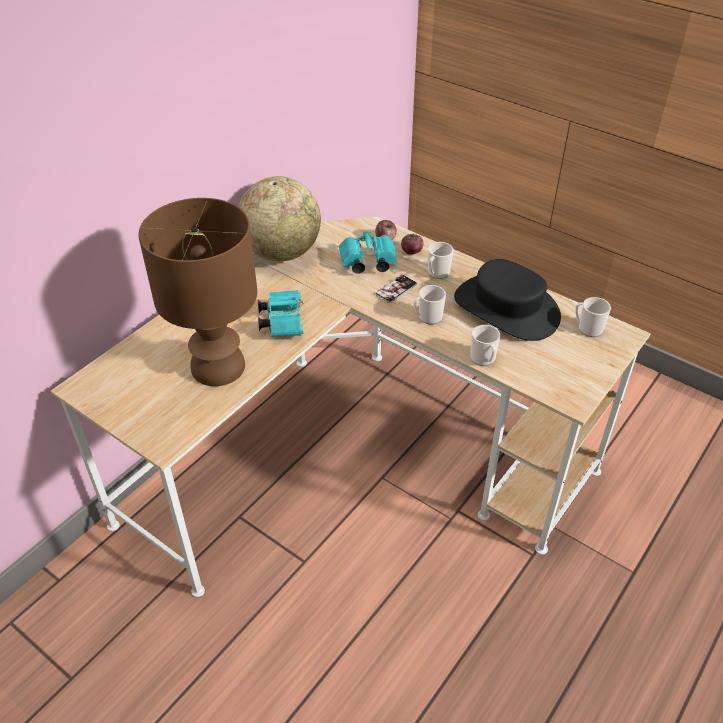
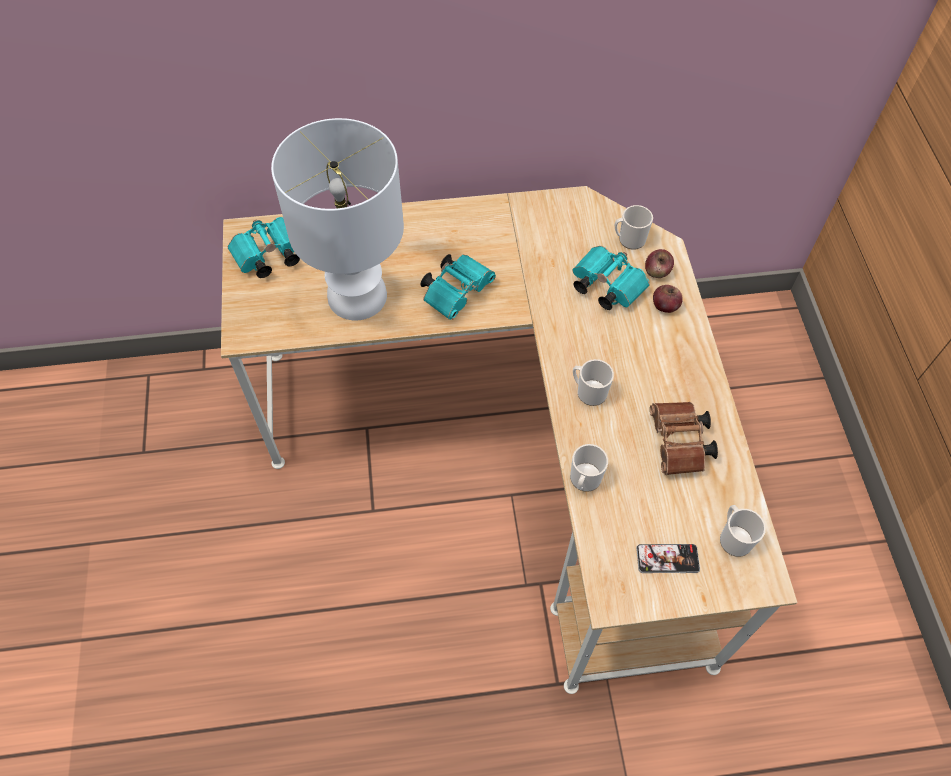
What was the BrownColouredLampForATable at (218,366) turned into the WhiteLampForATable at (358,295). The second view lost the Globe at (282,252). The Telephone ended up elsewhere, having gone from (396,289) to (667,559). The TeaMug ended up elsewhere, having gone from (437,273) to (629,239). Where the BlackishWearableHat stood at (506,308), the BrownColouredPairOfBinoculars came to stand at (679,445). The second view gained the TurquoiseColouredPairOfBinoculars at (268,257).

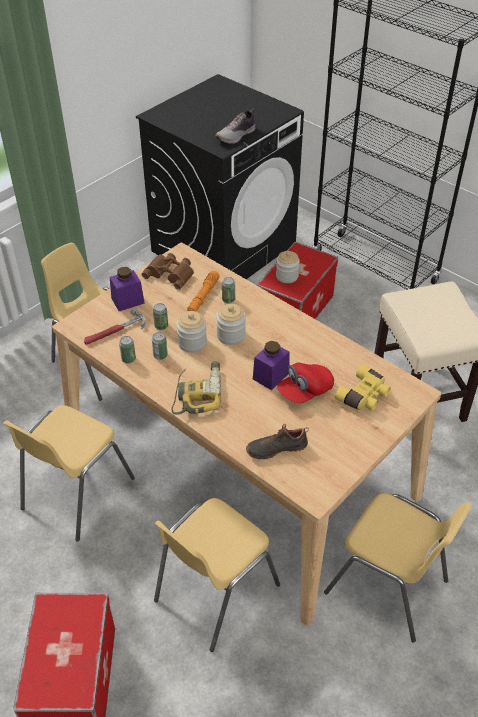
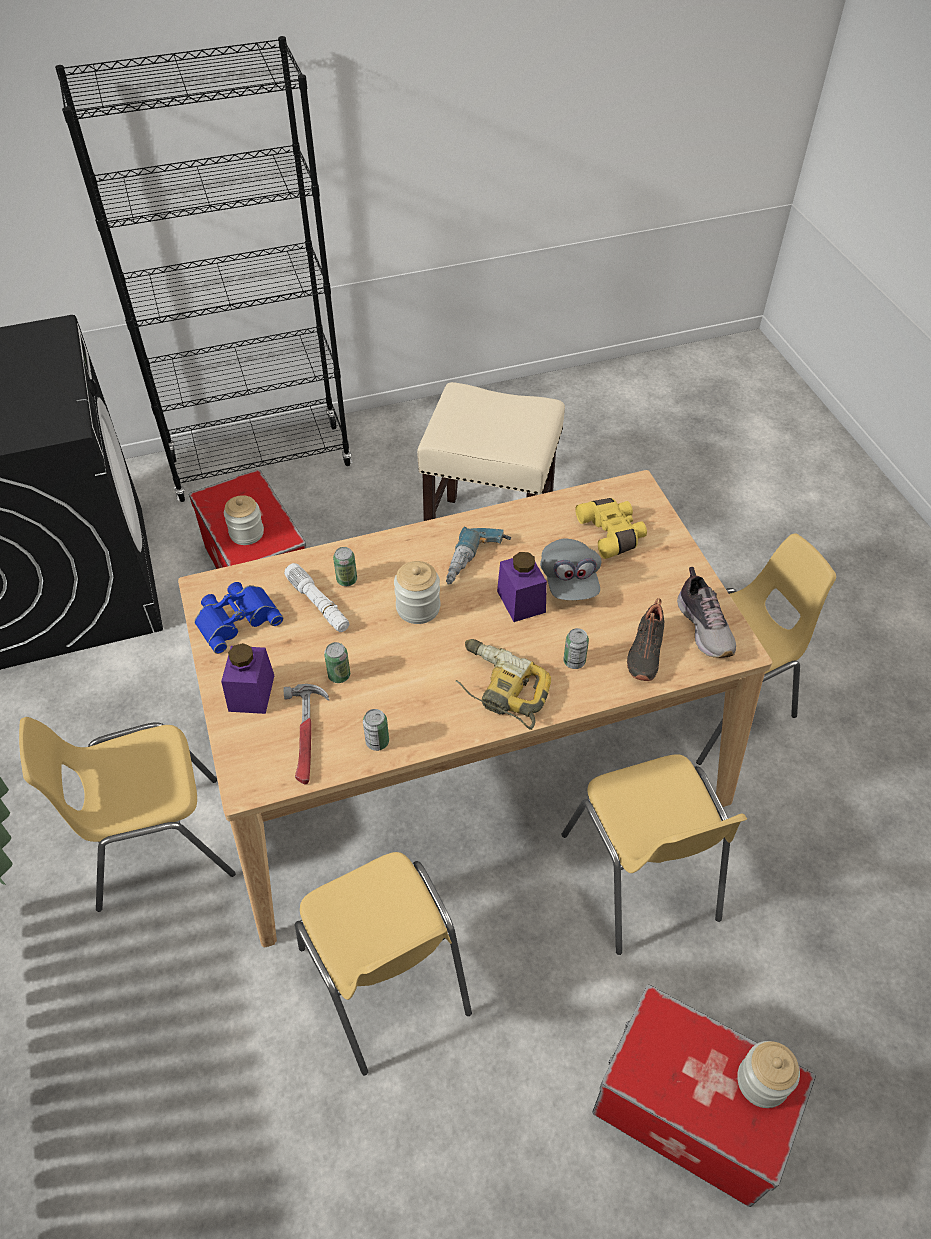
What was the BrownColouredPairOfBinoculars at (170,273) turned into the BlueColouredPairOfBinoculars at (236,618). The SealedCan ended up elsewhere, having gone from (160,355) to (574,661). The StorageJar ended up elsewhere, having gone from (192,343) to (762,1082). What was the OrangeyFlashlight at (203,297) turned into the WhiteFlashlight at (318,604). The LowShoe ended up elsewhere, having gone from (236,135) to (705,627). What was the RedColouredBaseballCap at (305,391) turned into the GreyBaseballCap at (569,581). The second view gained the ElectricDrill at (476,563).

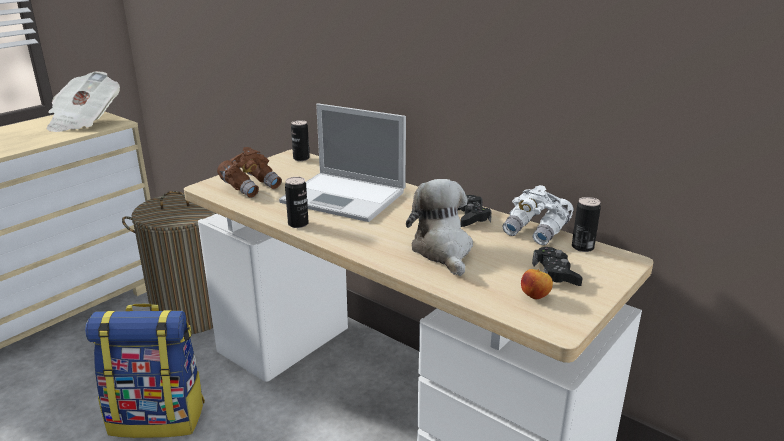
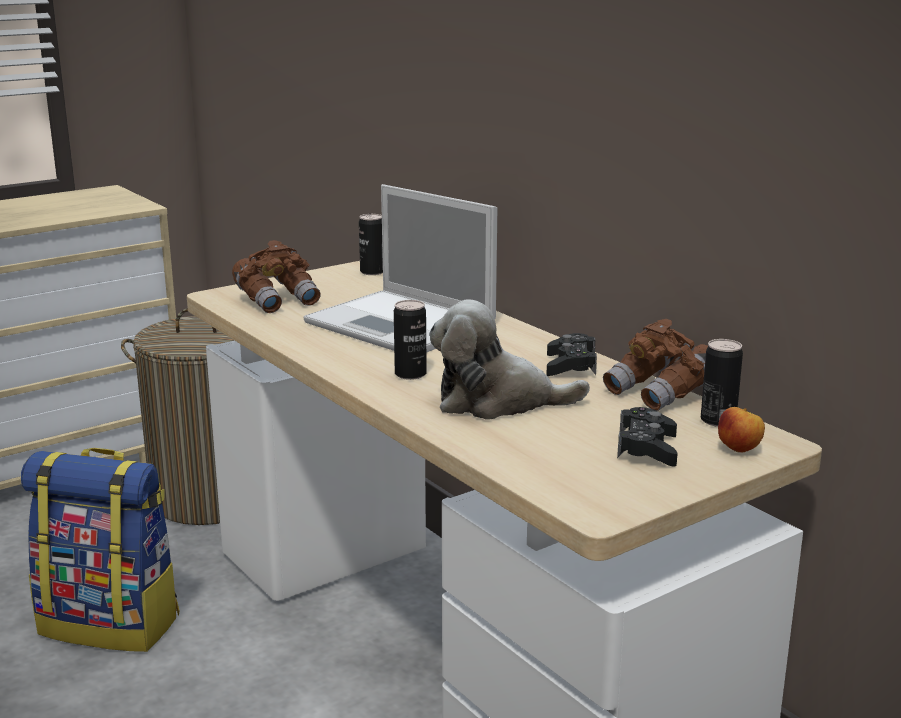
The second view lost the DailyPaper at (84,121). The SealedCan ended up elsewhere, having gone from (298,224) to (410,374). The CuddlyToy at (443,250) ended up facing another way, 90 degrees counterclockwise from before. What was the WhitePairOfBinoculars at (536,231) turned into the BrownColouredPairOfBinoculars at (660,393). The WholeApple ended up elsewhere, having gone from (535,297) to (739,450).

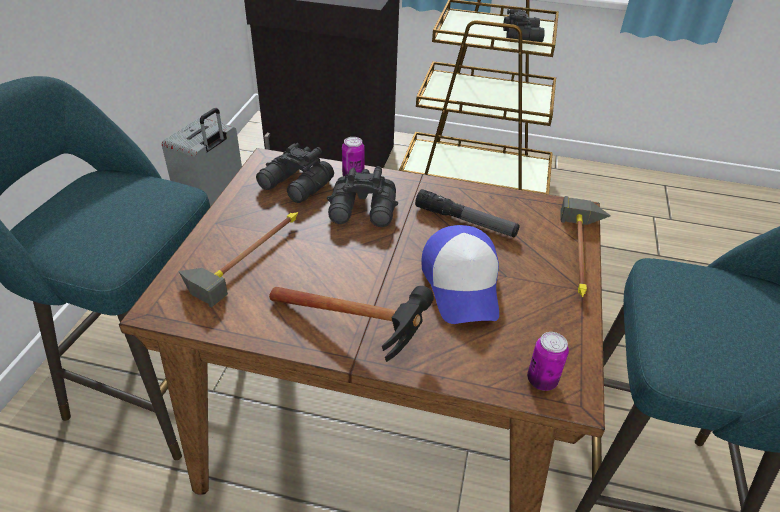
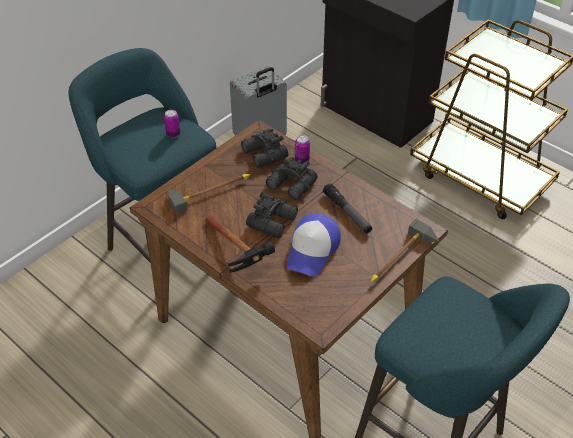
The BlackishPairOfBinoculars ended up elsewhere, having gone from (523,36) to (273,221). The SealedCan ended up elsewhere, having gone from (541,380) to (173,134).

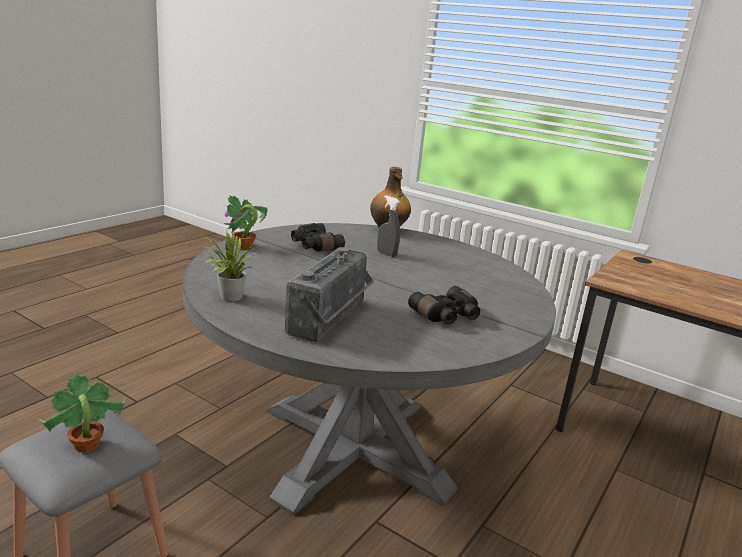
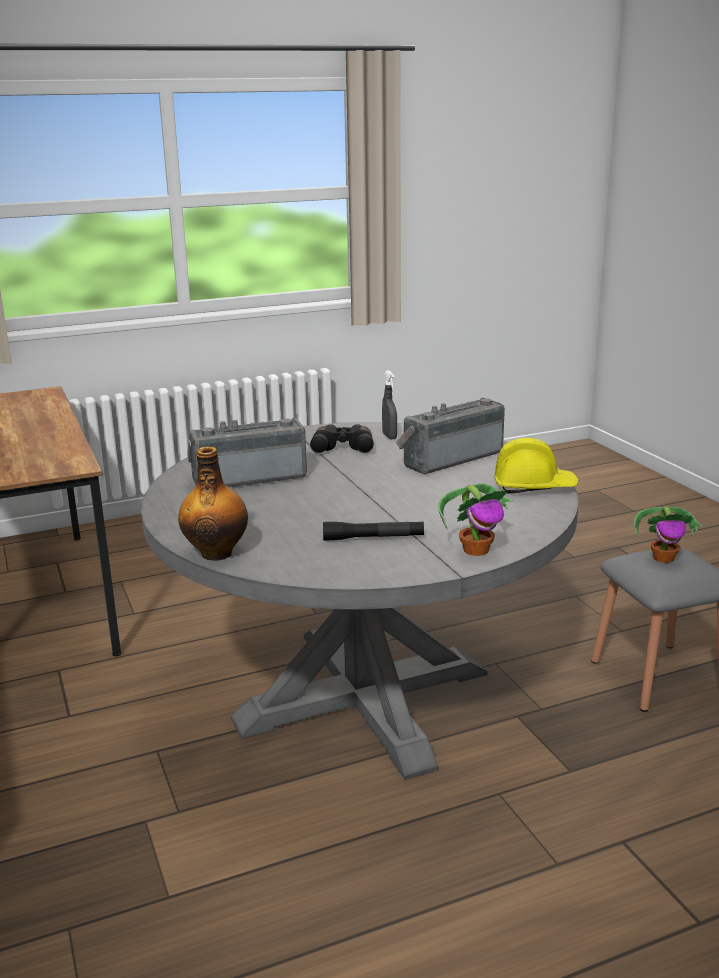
Where the PottedPlant stood at (228,297), the YellowishHardHat came to stand at (534,487). Where the BlackishPairOfBinoculars stood at (314,246), the BlackishFlashlight came to stand at (373,538). The GreySprayBottle ended up elsewhere, having gone from (386,254) to (389,436). The second view gained the Radio at (249,477).

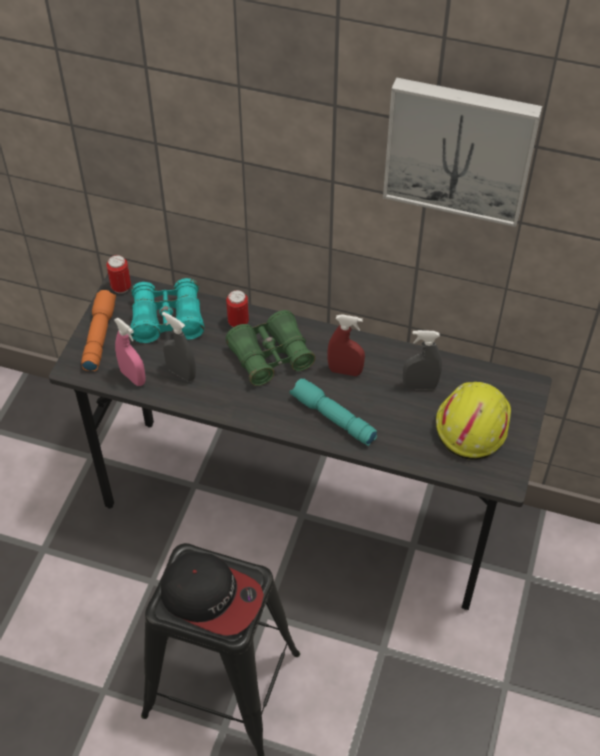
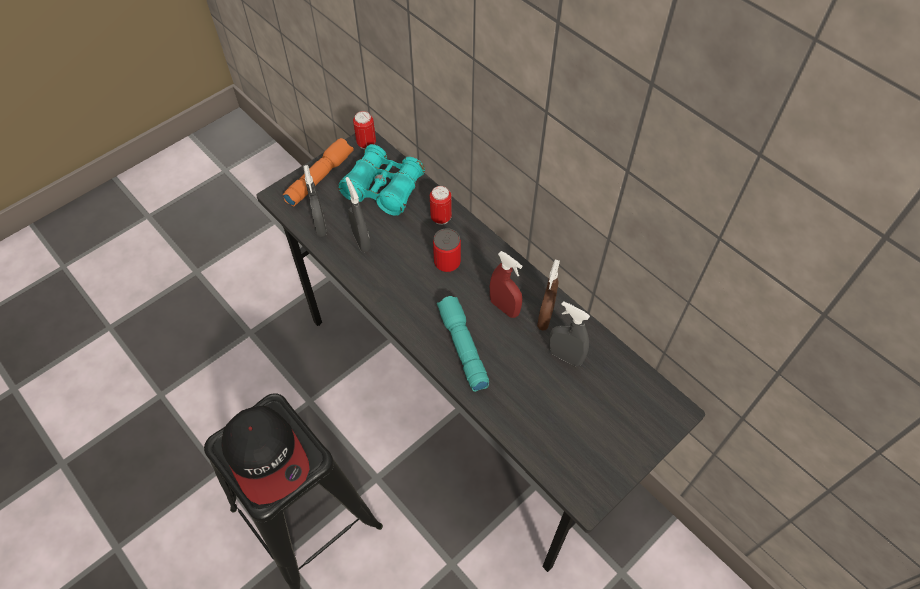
What was the PinkishSprayBottle at (133,377) turned into the GreySprayBottle at (320,226). Where the GreenishPairOfBinoculars stood at (271,357), the SealedCan came to stand at (447,262). The second view lost the WallArt at (460,149). The second view lost the YellowishHardHat at (471,424). The second view gained the BrownColouredSprayBottle at (545,317).

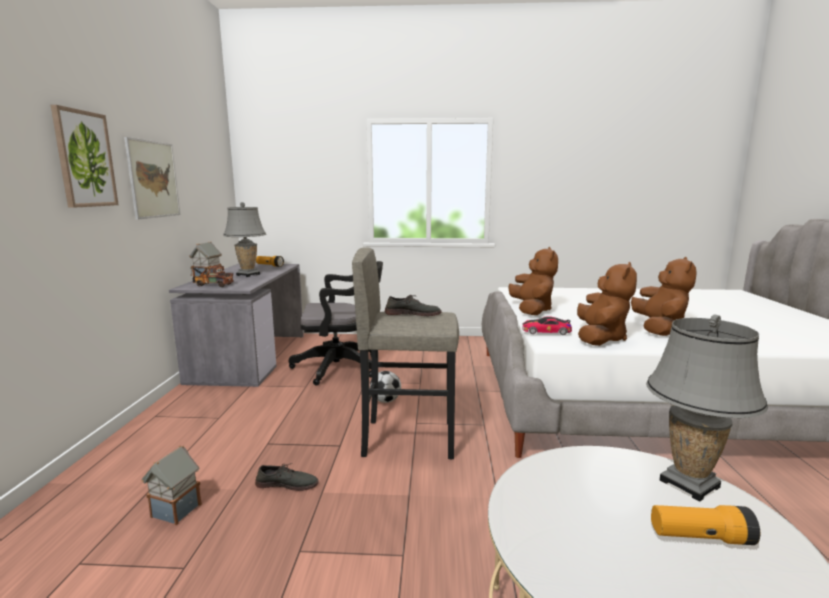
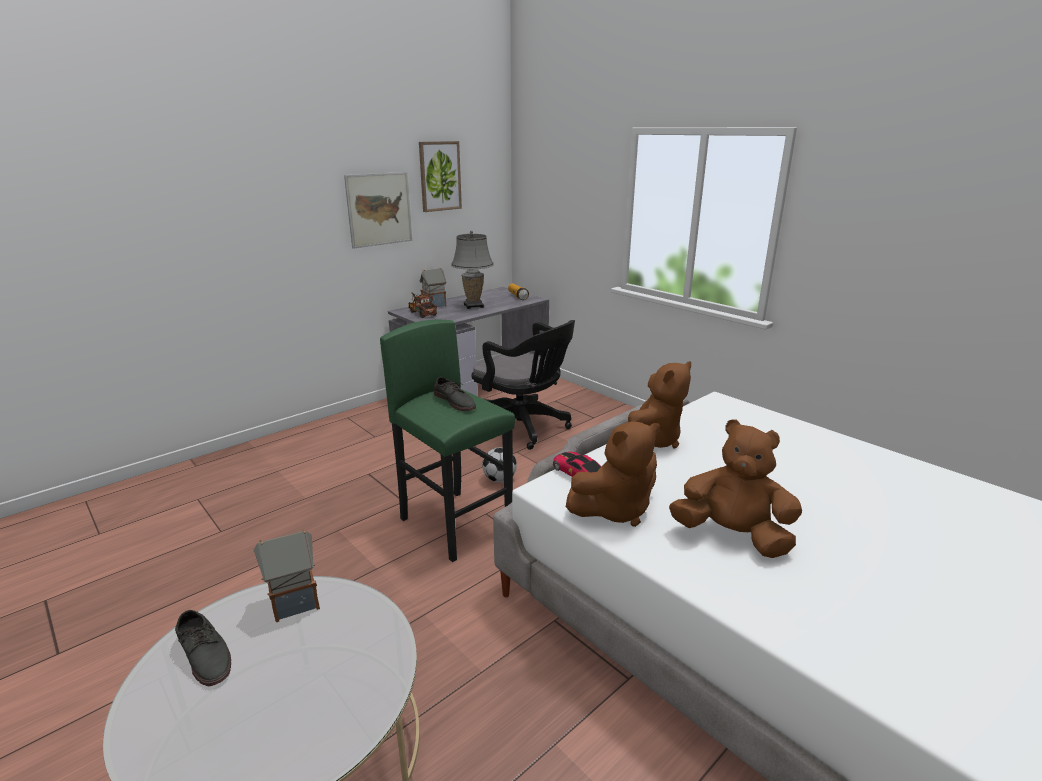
The WallArt ended up elsewhere, having gone from (84,159) to (440,176). The ModelHouse ended up elsewhere, having gone from (175,511) to (293,602). The GreyLowShoe ended up elsewhere, having gone from (287,484) to (206,654). What was the GreySittingStool at (409,438) turned into the GreenishSittingStool at (456,524). The BrownColouredCuddlyToy at (659,329) ended up facing another way, 120 degrees counterclockwise from before. The second view lost the GreyLampForATable at (689,483). The second view lost the Flashlight at (700,537).

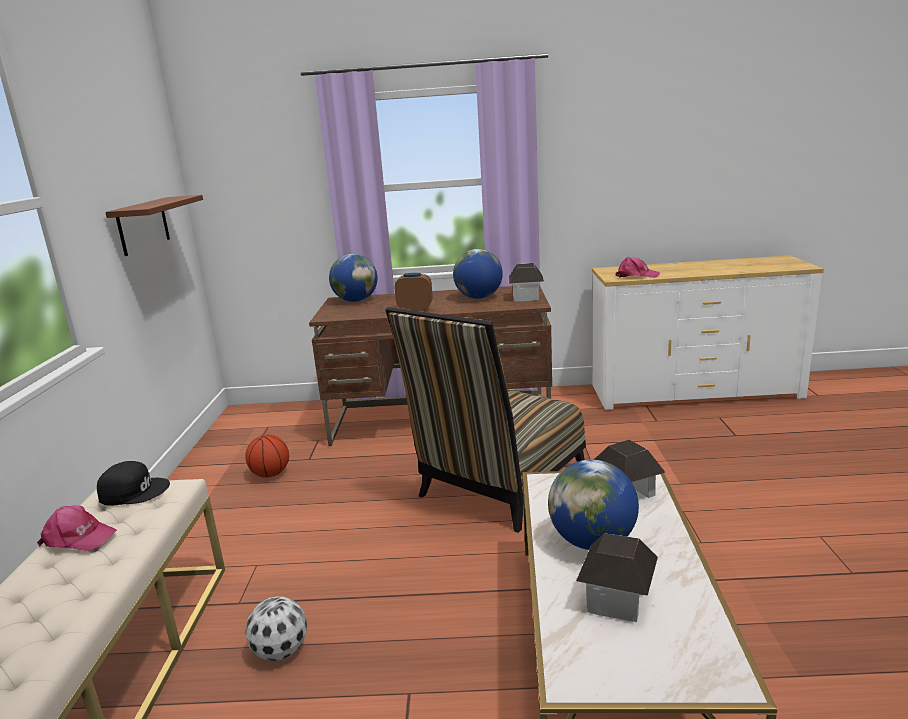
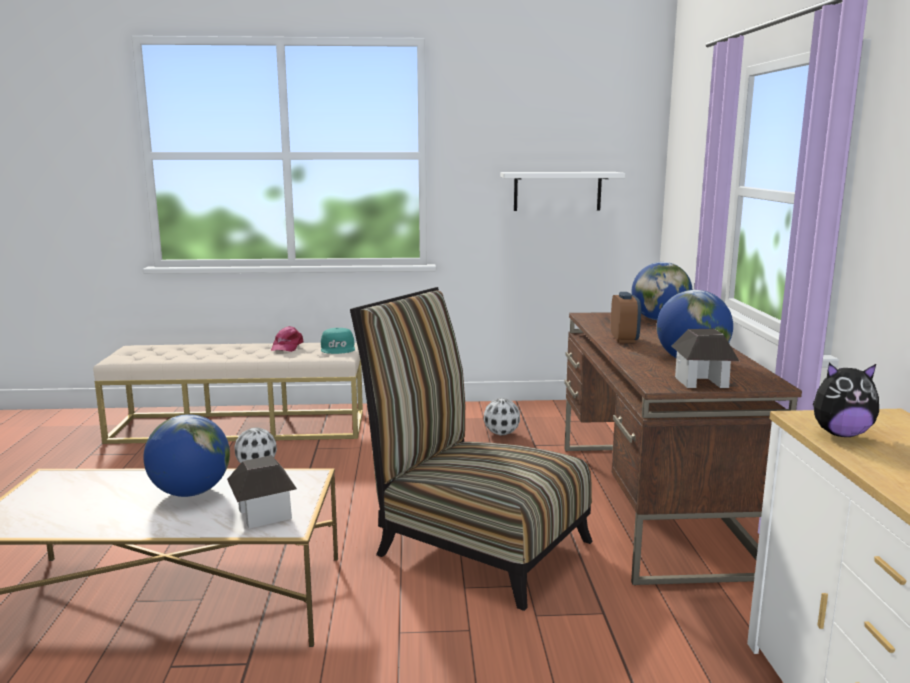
What was the BlackishBaseballCap at (134,491) turned into the TurquoiseColouredBaseballCap at (338,348). What was the BrownColouredWallShelf at (143,225) turned into the WhiteWallShelf at (557,191). Where the BasketballBall stood at (270,474), the Football came to stand at (502,434). The second view lost the ModelHouse at (616,600). Where the PinkishBaseballCap stood at (636,275), the CuddlyToy came to stand at (840,434).

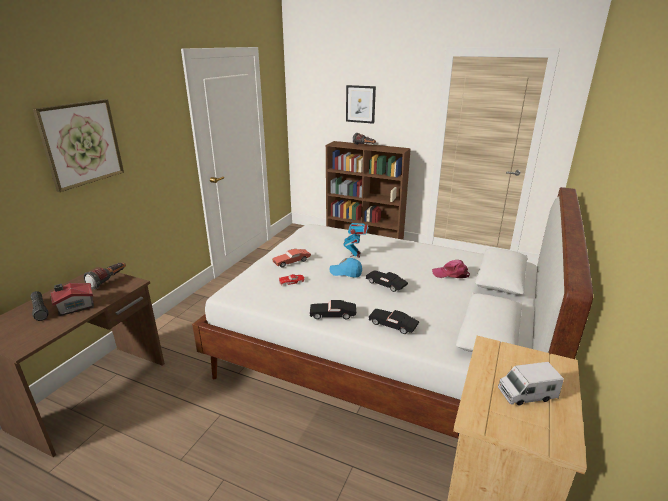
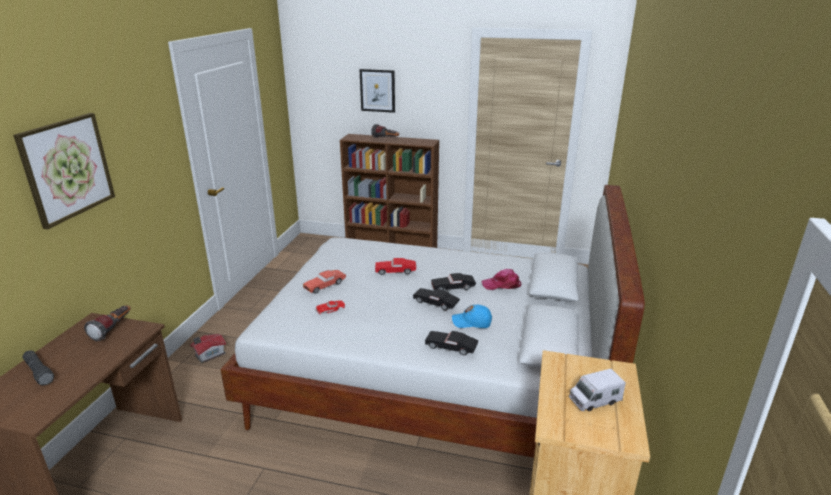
The ModelHouse ended up elsewhere, having gone from (75,306) to (209,354). The BlackishMiniatureCar ended up elsewhere, having gone from (333,315) to (453,288). The BlueColouredBaseballCap ended up elsewhere, having gone from (345,272) to (471,322). Where the ModelRobot stood at (355,255), the RedColouredMiniatureCar came to stand at (395,271).

